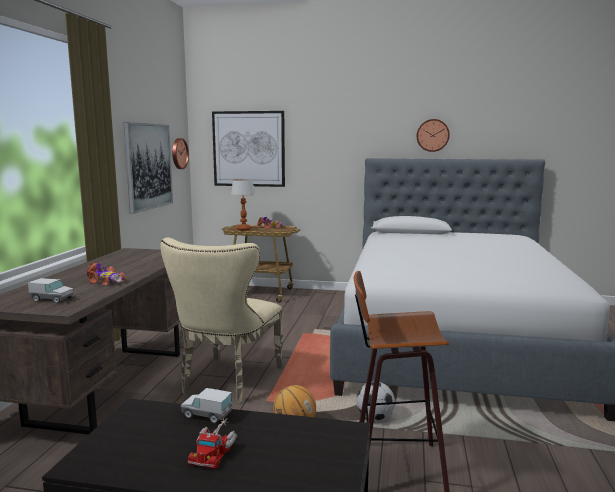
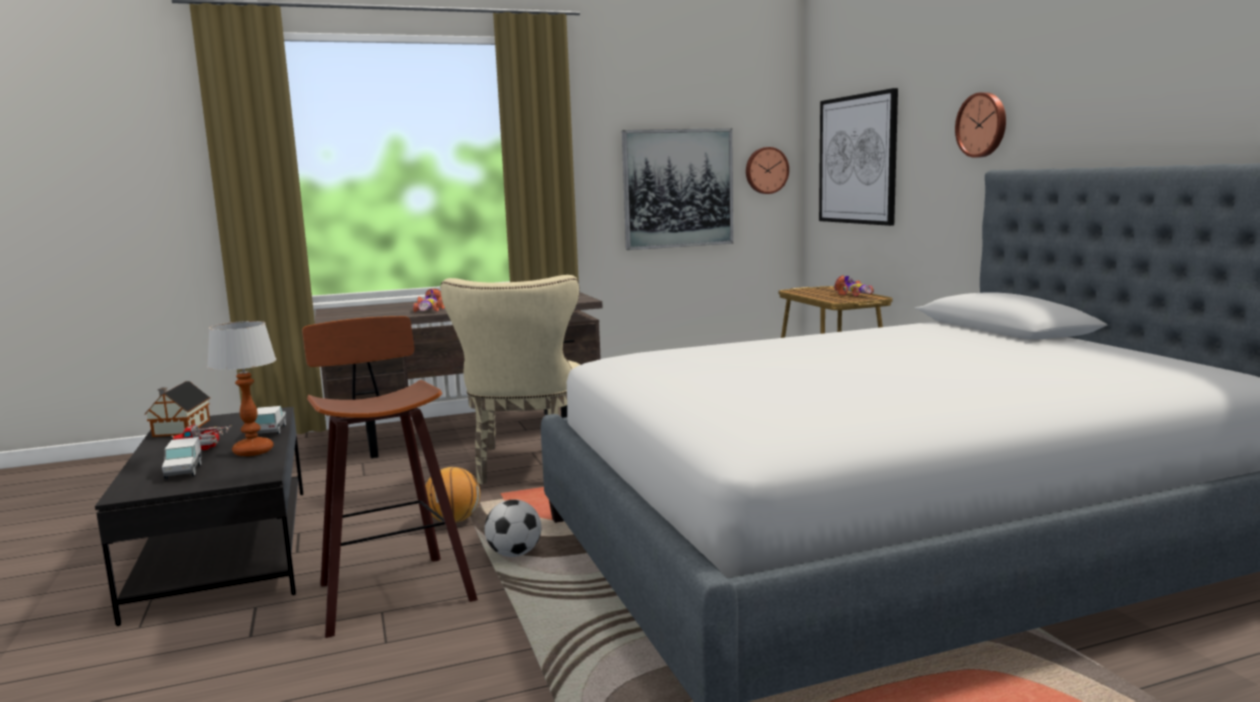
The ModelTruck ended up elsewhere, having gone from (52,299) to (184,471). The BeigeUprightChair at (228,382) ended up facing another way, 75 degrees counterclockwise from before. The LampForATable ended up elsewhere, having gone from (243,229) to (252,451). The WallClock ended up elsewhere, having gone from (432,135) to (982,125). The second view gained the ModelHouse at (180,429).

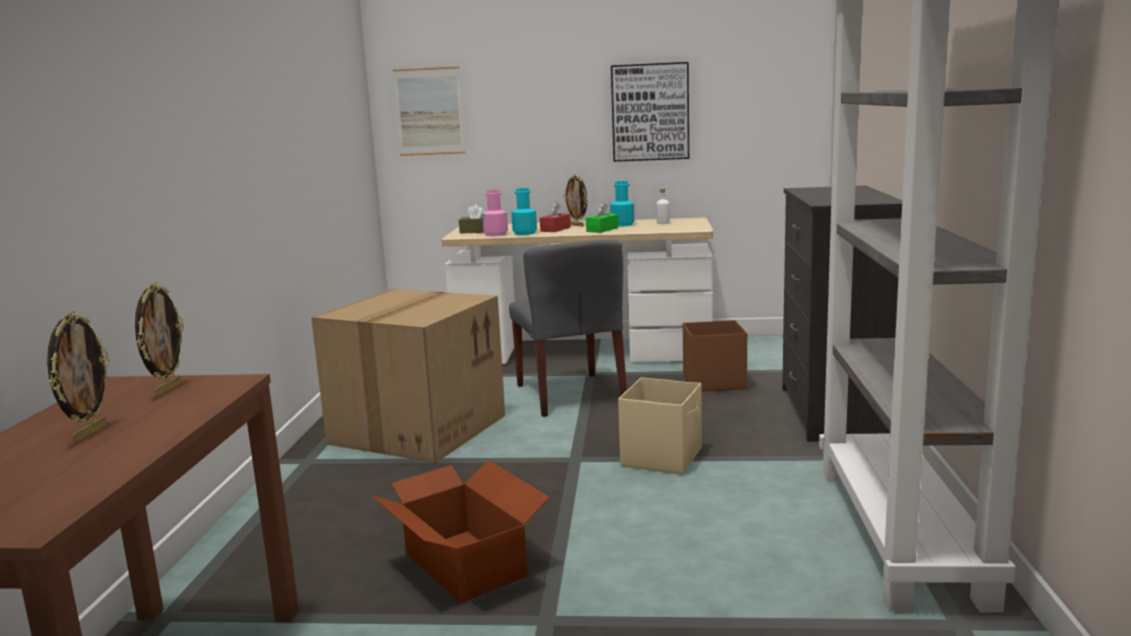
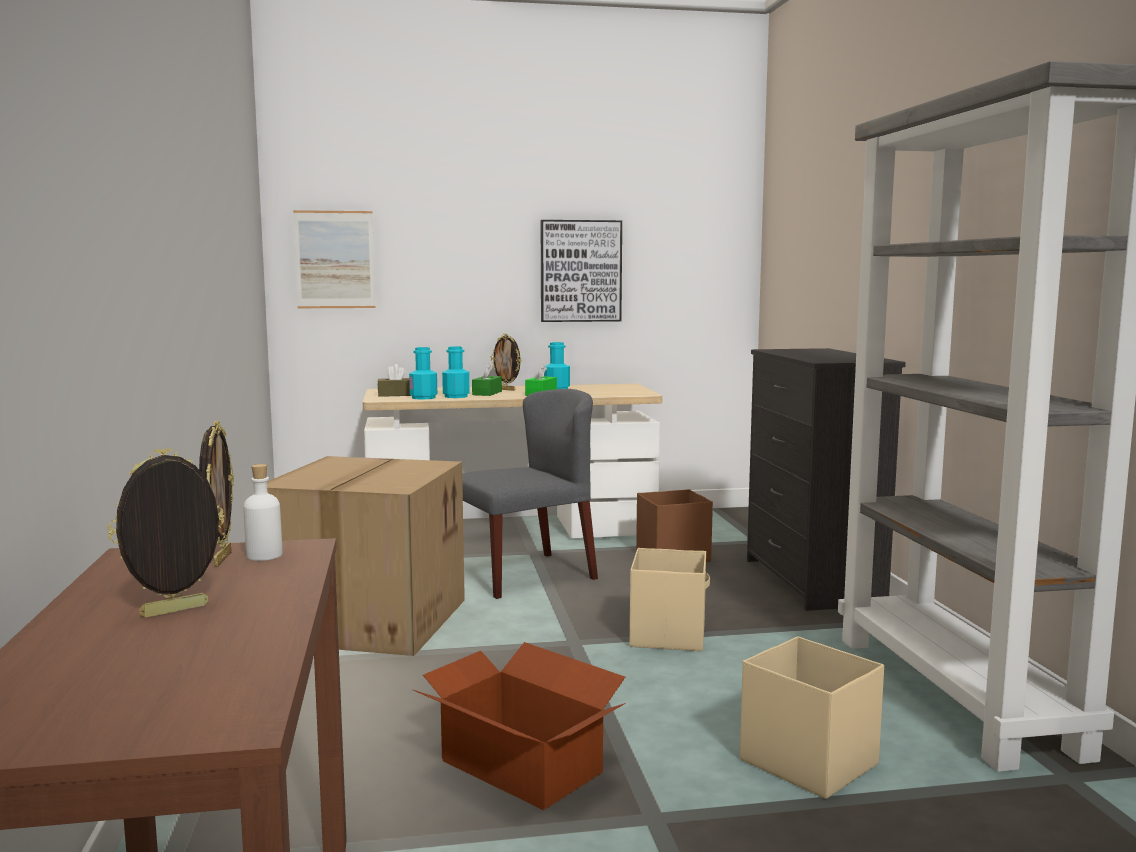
The PhotoFrame at (89,433) ended up facing another way, 120 degrees counterclockwise from before. What was the PinkishBottle at (495,234) turned into the TurquoiseColouredBottle at (423,397). The GreyUprightChair at (570,394) ended up facing another way, 90 degrees counterclockwise from before. What was the RedColouredTissueBox at (555,229) turned into the GreenishTissueBox at (487,393). The WhiteBottle ended up elsewhere, having gone from (663,223) to (264,555). The second view gained the BeigeStorageBin at (807,761).

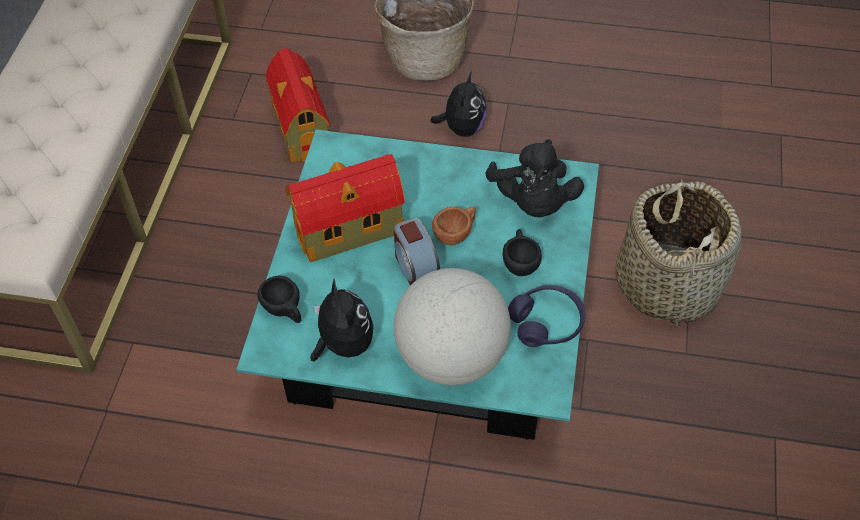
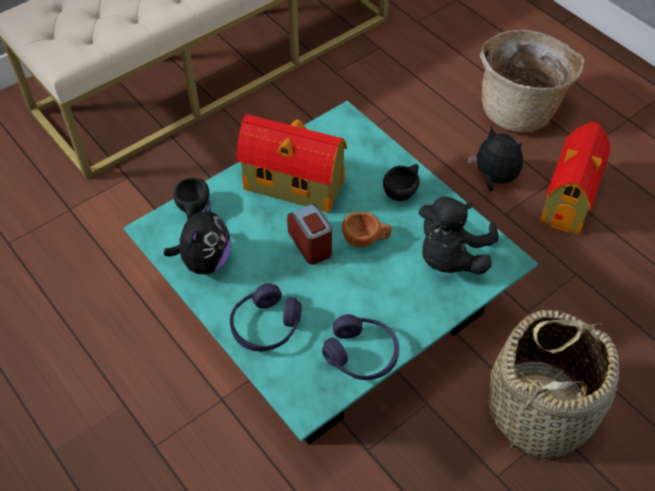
The ModelHouse ended up elsewhere, having gone from (301,128) to (569,198). The TableClock at (416,267) ended up facing another way, 135 degrees clockwise from before. Where the Globe stood at (451,357), the PurpleColouredPairOfHeadphones came to stand at (265,326). The CuddlyToy at (462,128) ended up facing another way, 105 degrees counterclockwise from before. The BlackishDrinkingCup ended up elsewhere, having gone from (520,262) to (403,190).

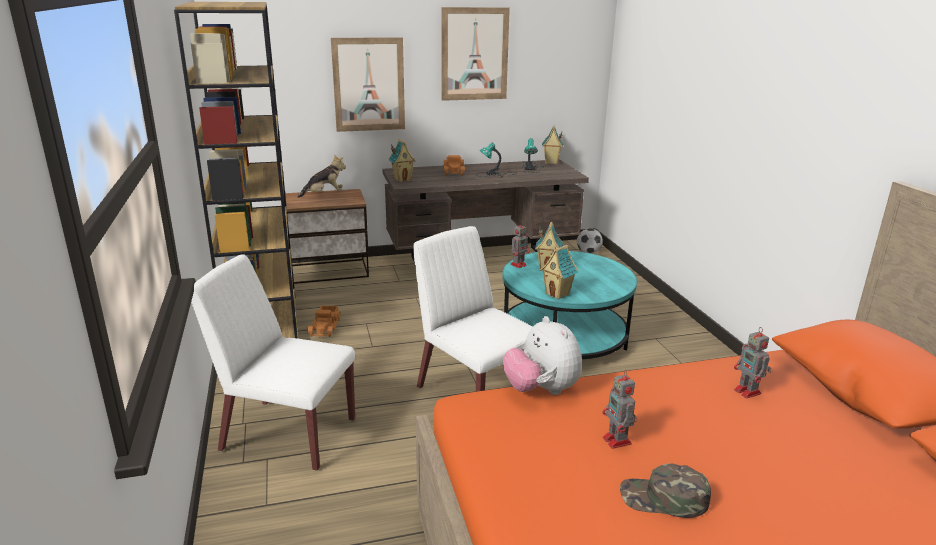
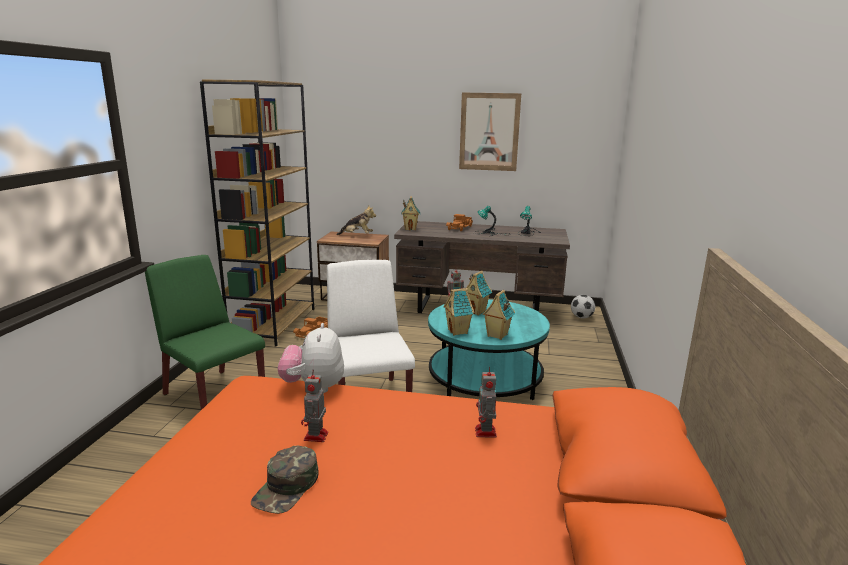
What was the WhiteUprightChair at (287,434) turned into the GreenishUprightChair at (213,395). The second view lost the WallArt at (369,85). The ModelHouse ended up elsewhere, having gone from (551,162) to (496,335). The GreenishBaseballCap at (663,498) ended up facing another way, 105 degrees counterclockwise from before.

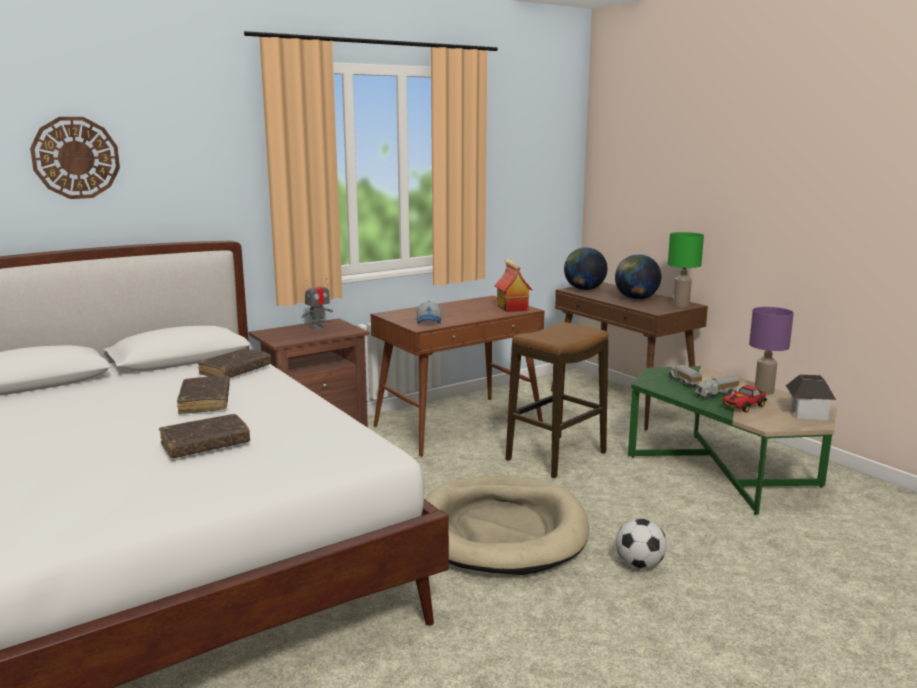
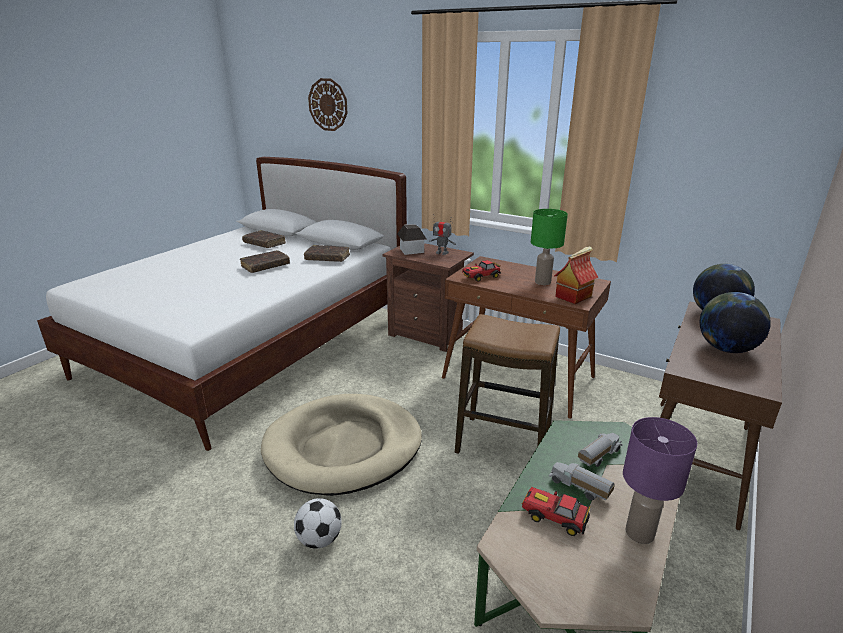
The BrownColouredBook ended up elsewhere, having gone from (205,445) to (264,243). Where the BaseballCap stood at (429,321), the MiniatureCar came to stand at (481,277). The GreenishLampForATable ended up elsewhere, having gone from (680,305) to (542,282). The ModelHouse ended up elsewhere, having gone from (807,413) to (411,250).

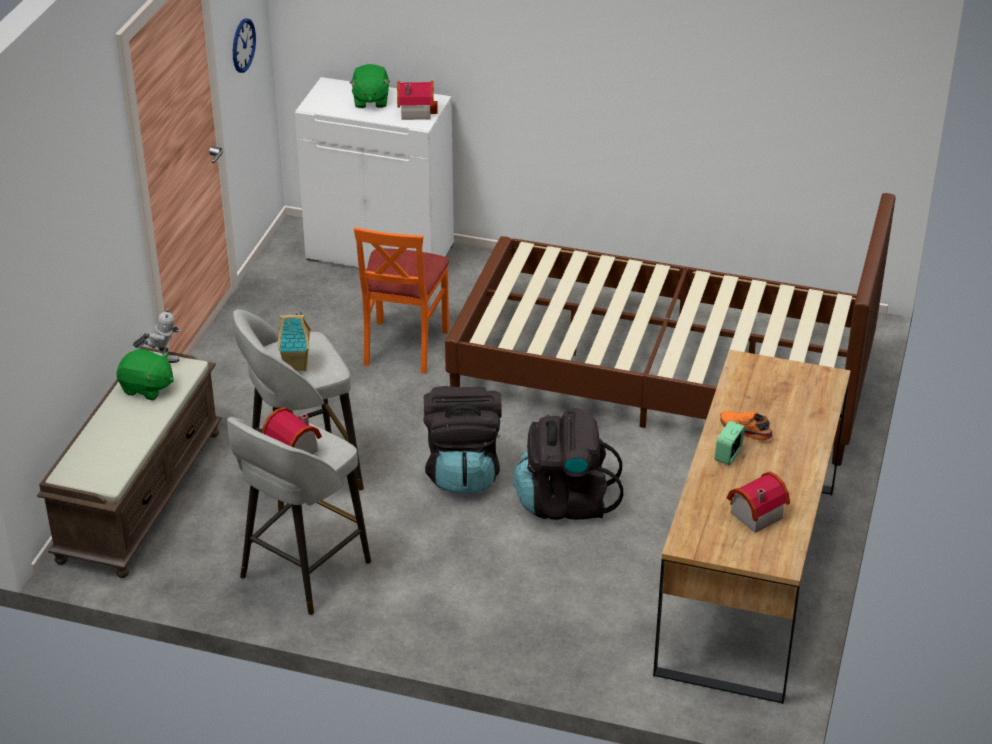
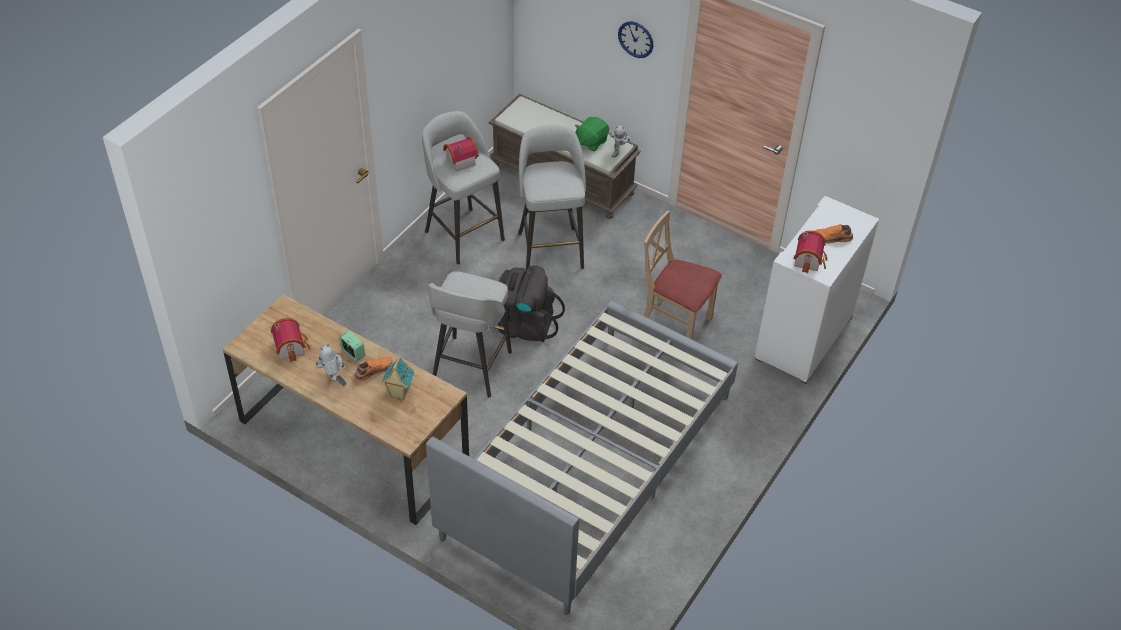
The WallClock ended up elsewhere, having gone from (243,45) to (636,39). The ModelHouse ended up elsewhere, having gone from (297,365) to (399,392). Where the GreenishCuddlyToy stood at (370,100), the OrangeyLowShoe came to stand at (832,238). What was the OrangeyUprightChair at (404,346) turned into the BeigeUprightChair at (675,325). What was the BrownColouredBed at (662,375) turned into the GreyBed at (589,465). Where the BlackishKnapsack stood at (565,502), the GreySittingStool came to stand at (470,368). The second view gained the ModelRobot at (334,382).

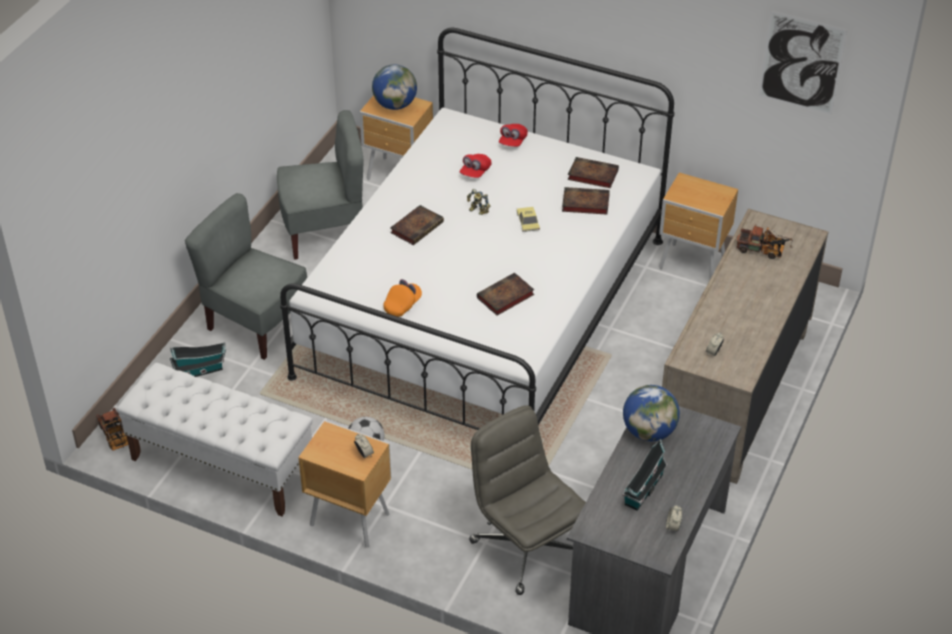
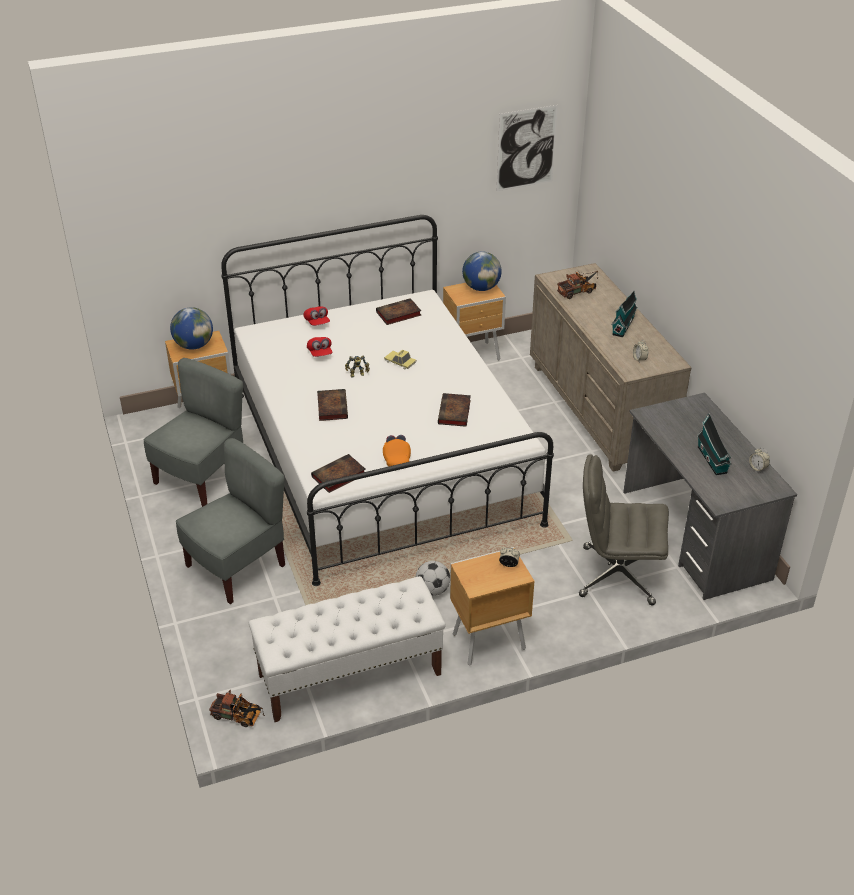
The ModelHouse ended up elsewhere, having gone from (200,371) to (623,325). The GreyUprightChair at (256,324) ended up facing another way, 150 degrees clockwise from before. The Book ended up elsewhere, having gone from (584,203) to (338,476). The Globe ended up elsewhere, having gone from (649,431) to (481,288).

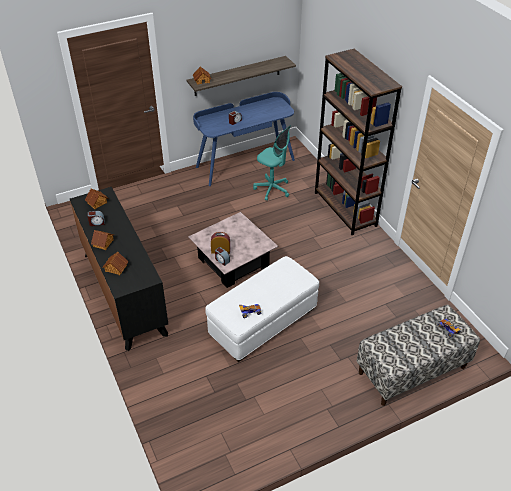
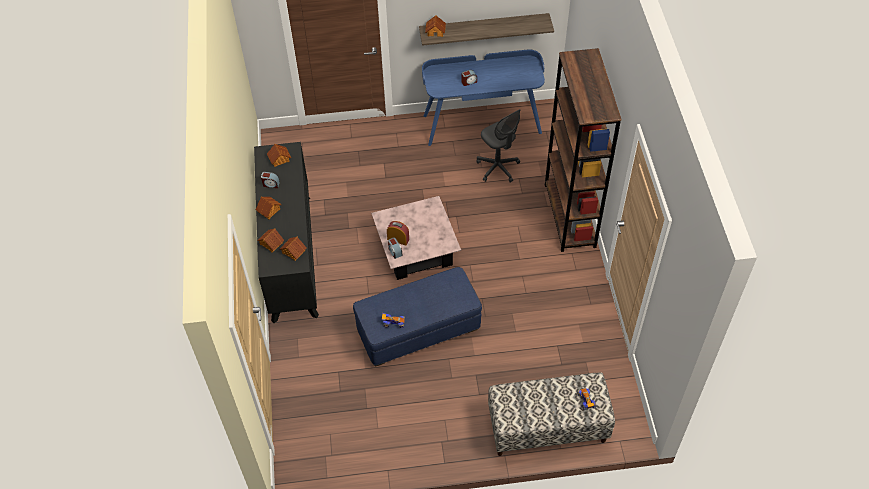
What was the WhiteFootrest at (263,322) turned into the BlueColouredFootrest at (418,329). What was the TurquoiseColouredOfficeChair at (272,189) turned into the GreyOfficeChair at (498,168). The second view gained the ModelHouse at (293,252).

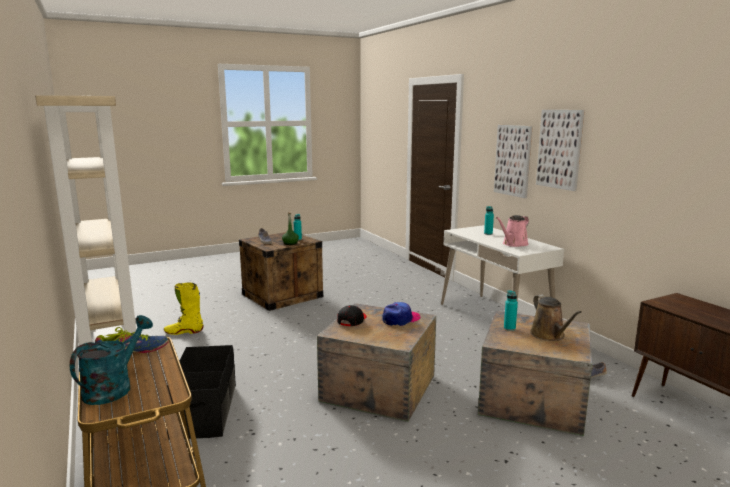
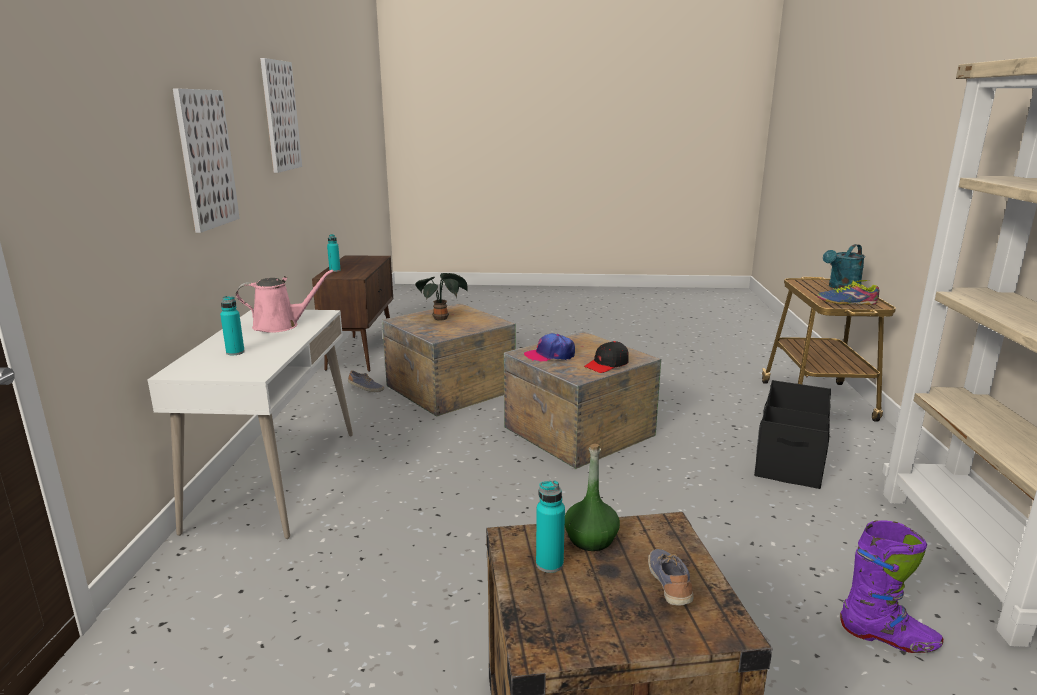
What was the YellowishTallBoot at (184,332) turned into the PurpleColouredTallBoot at (888,638). The WallArt ended up elsewhere, having gone from (513,160) to (280,116). The TurquoiseColouredBottle ended up elsewhere, having gone from (509,328) to (335,270). Where the BrownColouredWateringPot stood at (549,335), the PottedPlant came to stand at (442,318).

